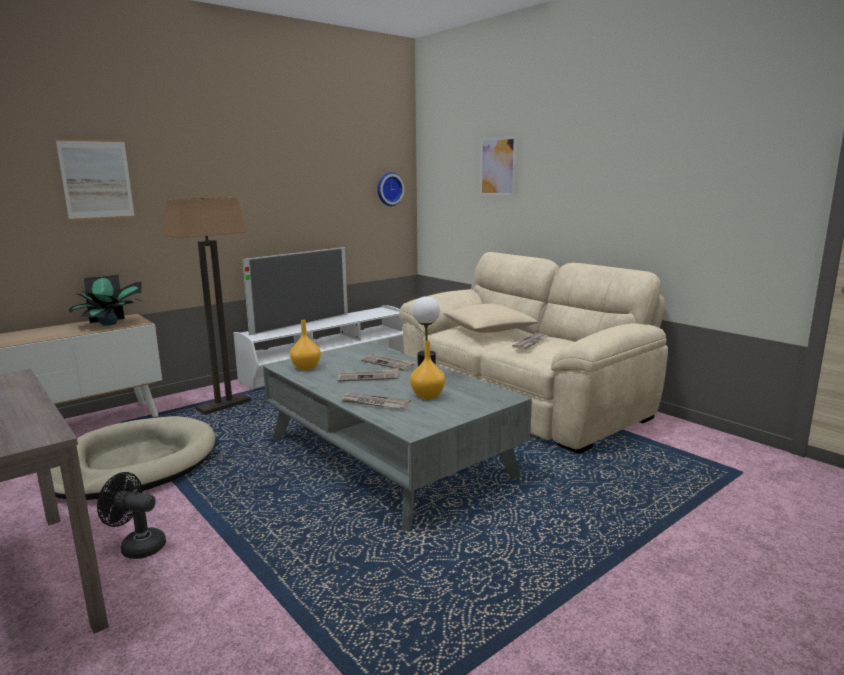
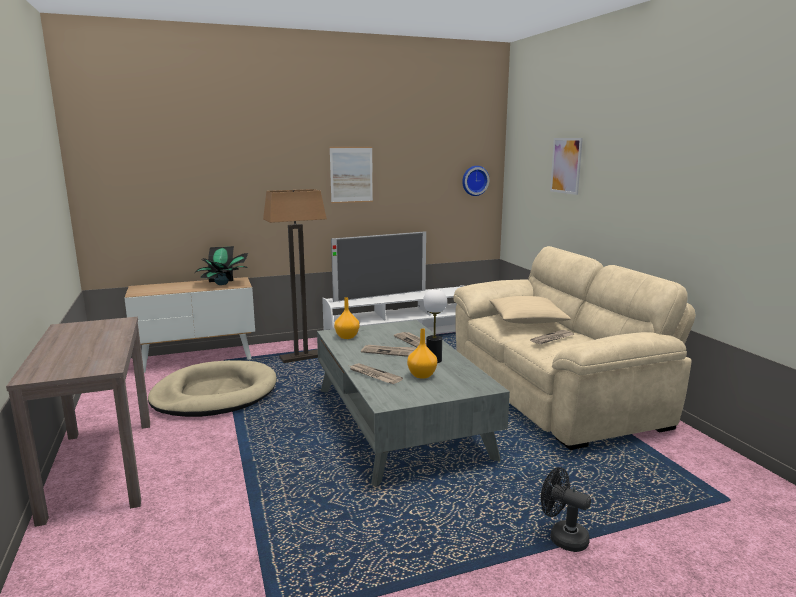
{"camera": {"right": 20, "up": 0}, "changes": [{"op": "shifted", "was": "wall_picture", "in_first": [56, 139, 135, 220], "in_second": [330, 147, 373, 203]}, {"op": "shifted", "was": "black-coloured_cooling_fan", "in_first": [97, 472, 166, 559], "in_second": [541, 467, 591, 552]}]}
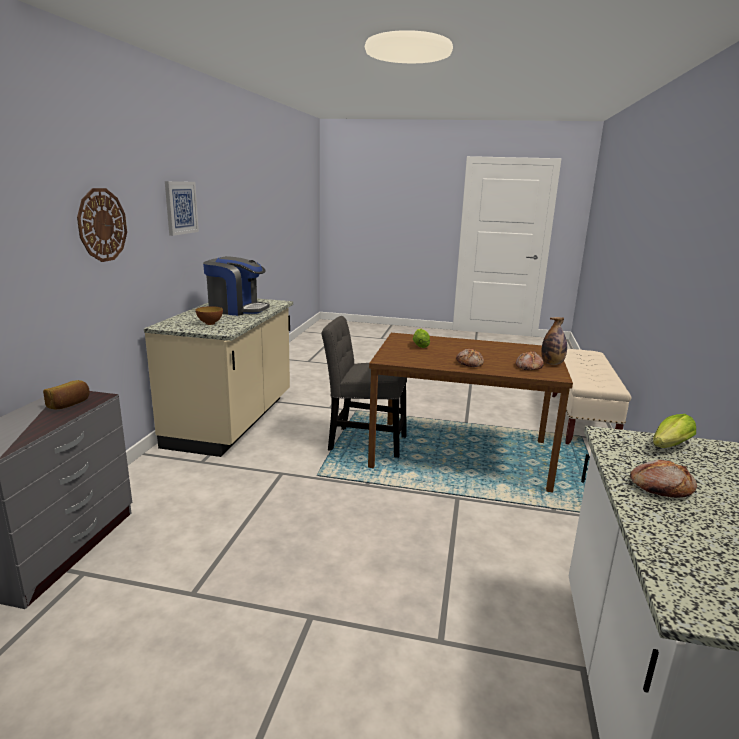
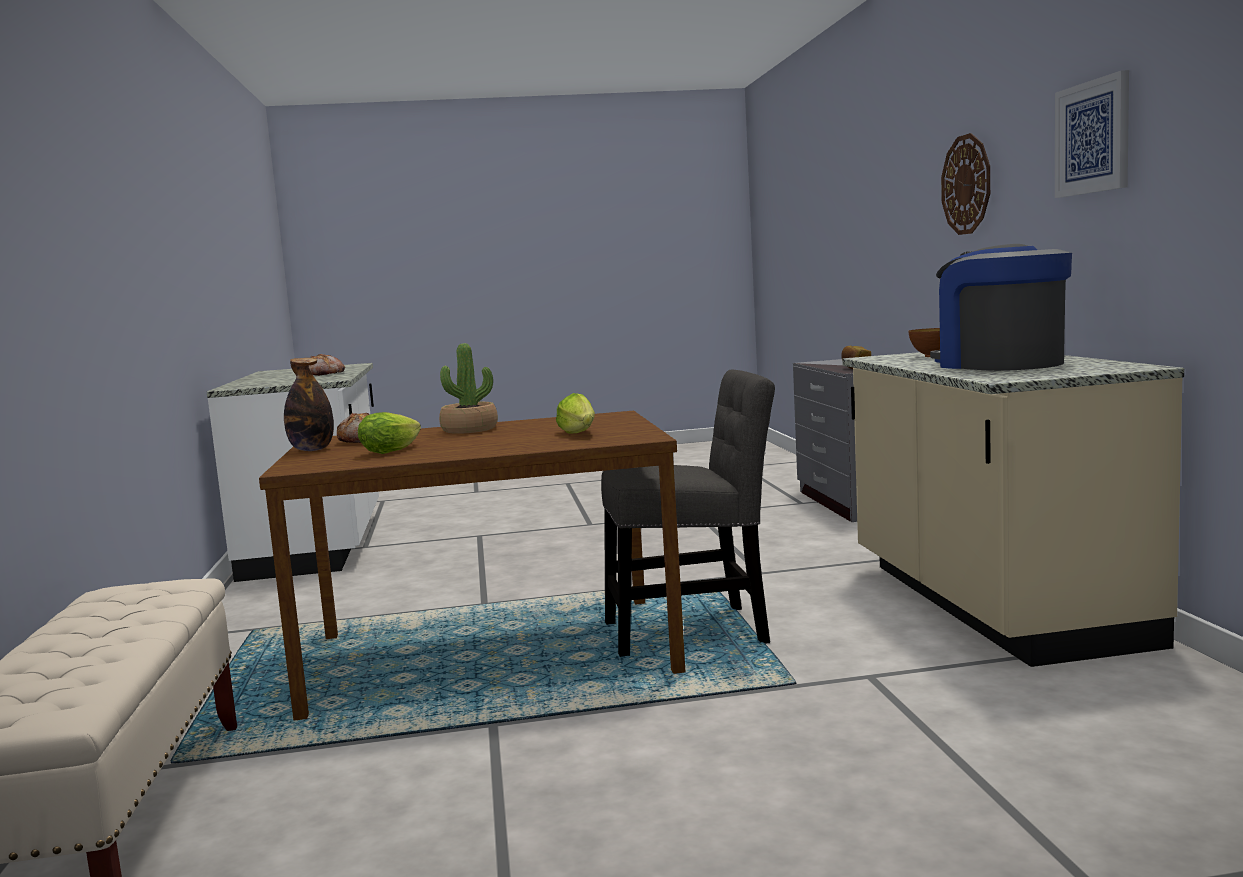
{"camera": {"right": 160, "up": -10}, "changes": [{"op": "shifted", "was": "head_of_lettuce", "in_first": [653, 414, 696, 448], "in_second": [358, 412, 421, 454]}, {"op": "swapped", "was": "bread", "now": "plant_in_a_pot", "in_first": [456, 349, 484, 367], "in_second": [439, 343, 498, 434]}, {"op": "rotated", "was": "coffee_machine", "in_first": [203, 256, 269, 316], "in_second": [930, 244, 1072, 371], "clockwise": 75}]}
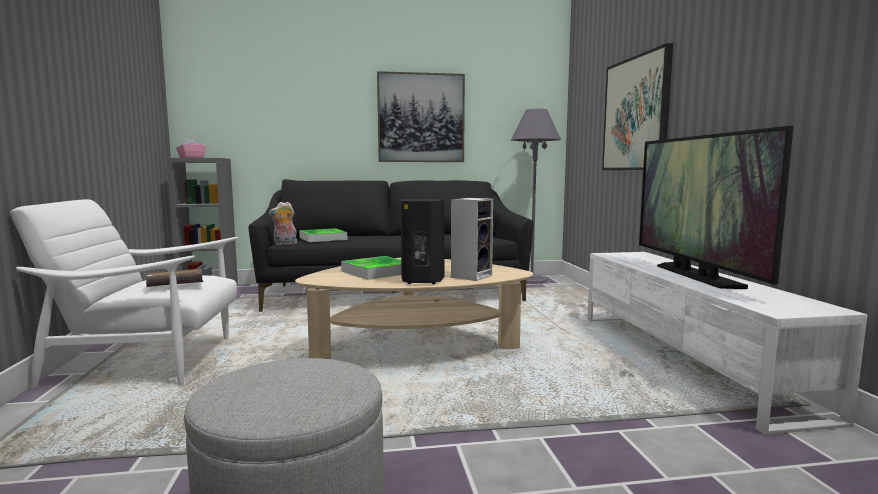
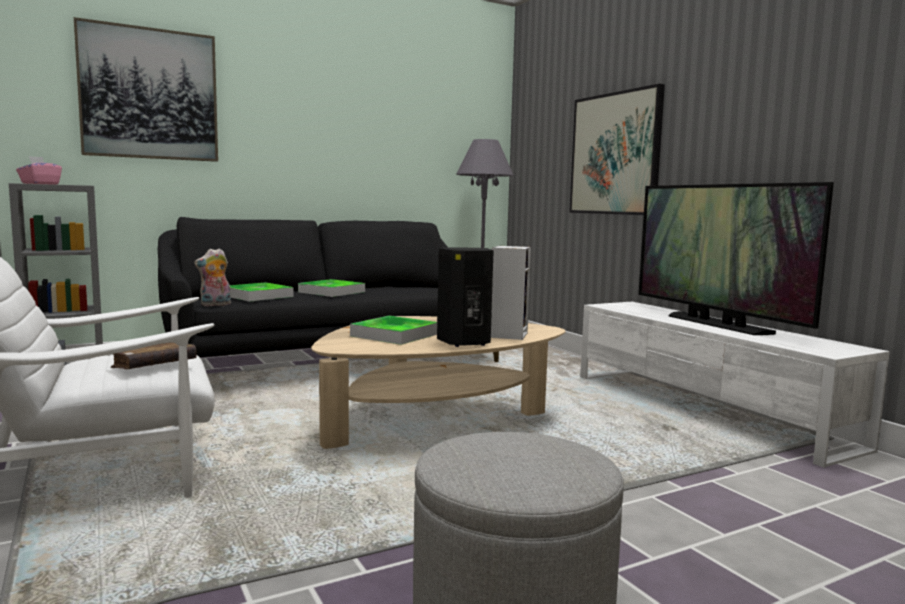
{"camera": {"right": -20, "up": 0}, "changes": [{"op": "shifted", "was": "wall_picture", "in_first": [377, 71, 465, 162], "in_second": [74, 17, 218, 162]}, {"op": "new", "now": "carrying_tray", "in_second": [298, 279, 365, 297]}]}
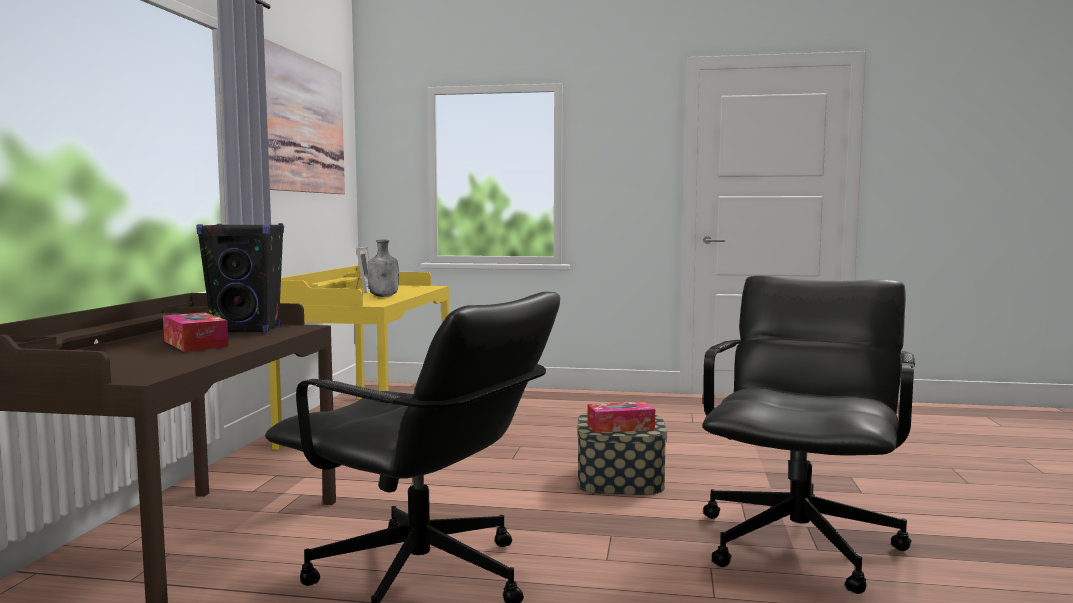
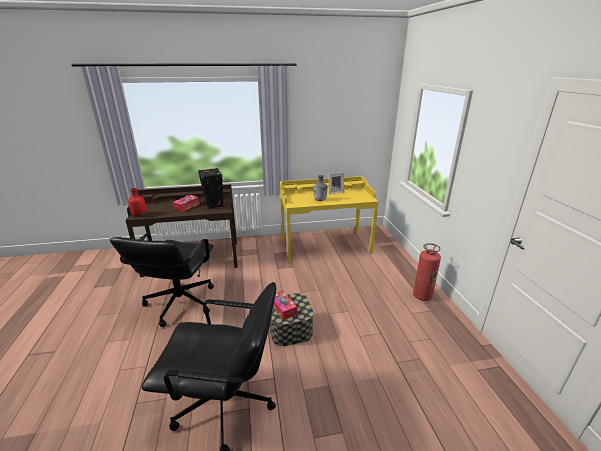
{"camera": {"right": 70, "up": 20}, "changes": [{"op": "new", "now": "red_beverage_bottle", "in_second": [128, 188, 146, 216]}, {"op": "new", "now": "fire-fighting_cylinder", "in_second": [413, 243, 441, 301]}, {"op": "gone", "was": "wall_picture", "in_first": [264, 38, 345, 194]}]}
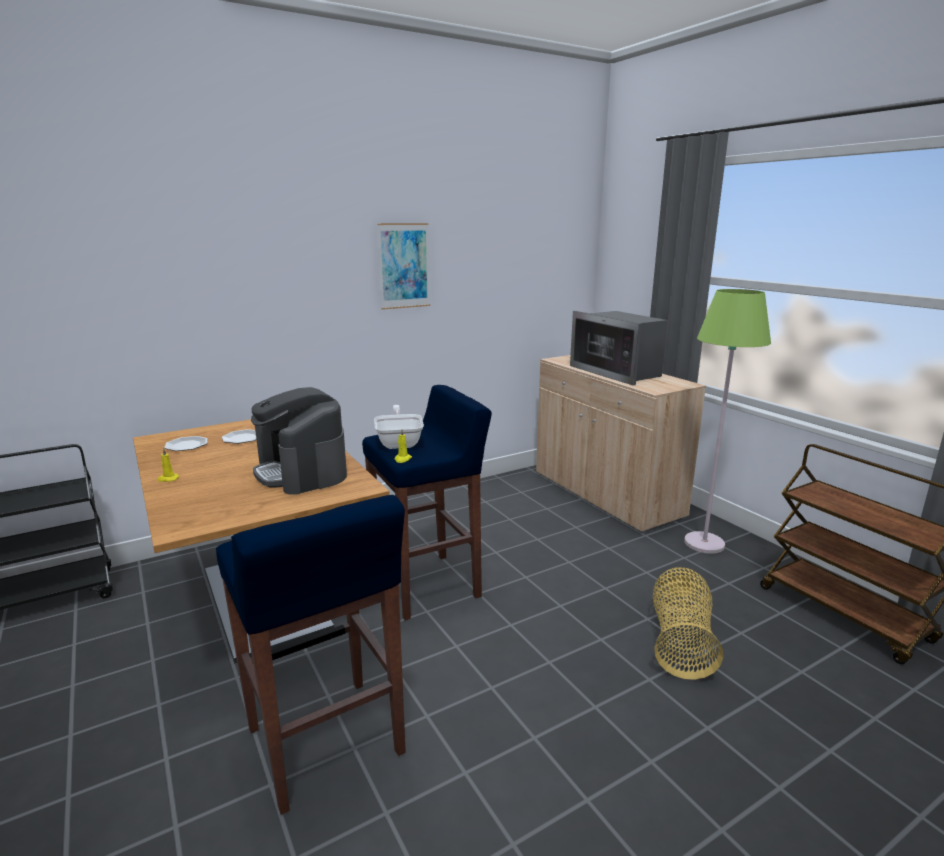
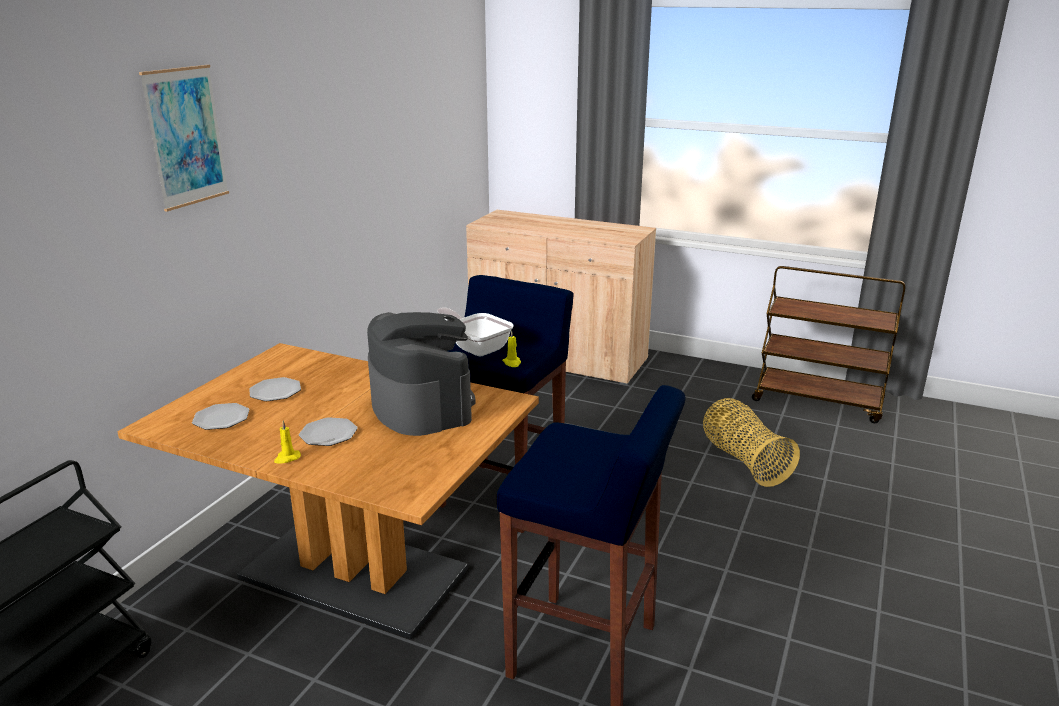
{"camera": {"right": -35, "up": 5}, "changes": [{"op": "shifted", "was": "wall_picture", "in_first": [377, 223, 430, 310], "in_second": [139, 65, 229, 212]}, {"op": "new", "now": "flat_dish", "in_second": [299, 417, 358, 446]}, {"op": "rotated", "was": "coffee_machine", "in_first": [251, 387, 347, 495], "in_second": [367, 312, 476, 436], "clockwise": -135}, {"op": "gone", "was": "kitchen_microwave", "in_first": [570, 311, 668, 386]}, {"op": "gone", "was": "greenish_standing_lamp", "in_first": [684, 289, 771, 554]}]}
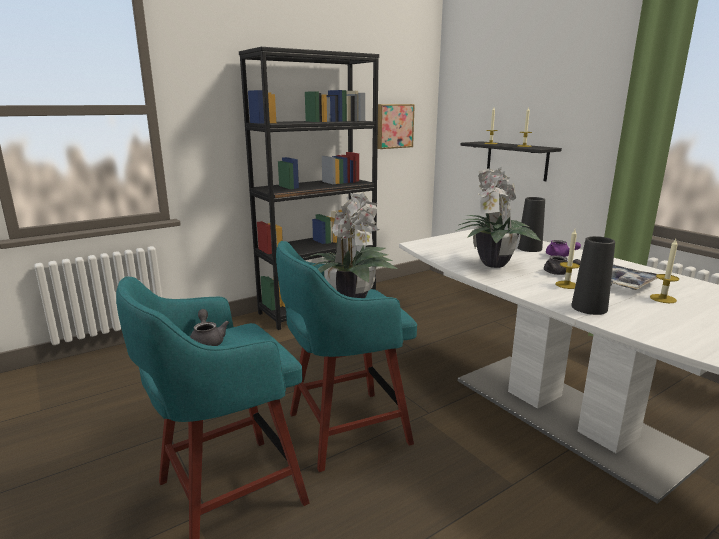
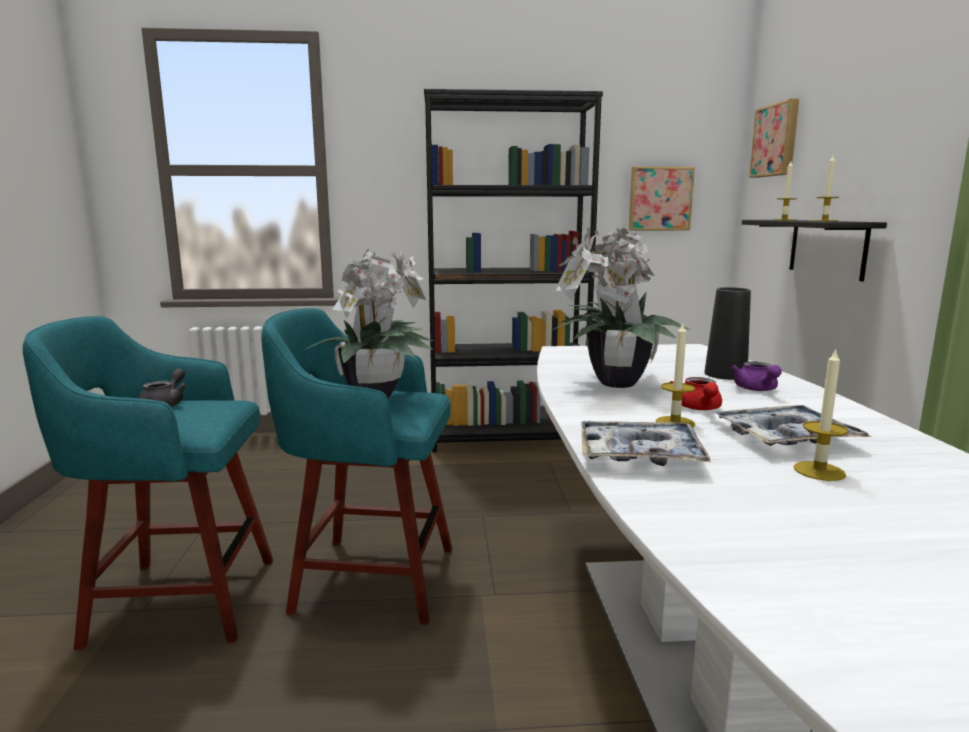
{"camera": {"right": 30, "up": -5}, "changes": [{"op": "swapped", "was": "black-coloured_vase", "now": "carrying_tray", "in_first": [571, 236, 615, 315], "in_second": [581, 421, 711, 466]}, {"op": "repainted", "was": "grey_pot_for_tea", "now": "red_pot_for_tea", "in_first": [544, 255, 581, 275], "in_second": [669, 377, 722, 410]}, {"op": "new", "now": "wall_picture", "in_second": [749, 99, 799, 178]}]}
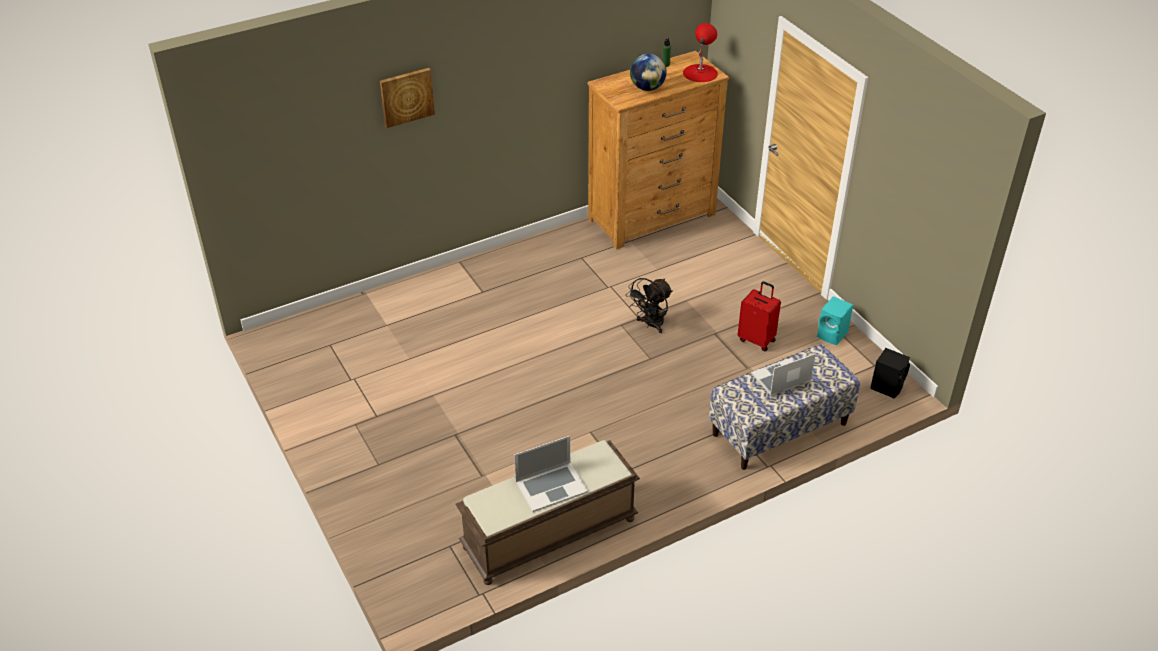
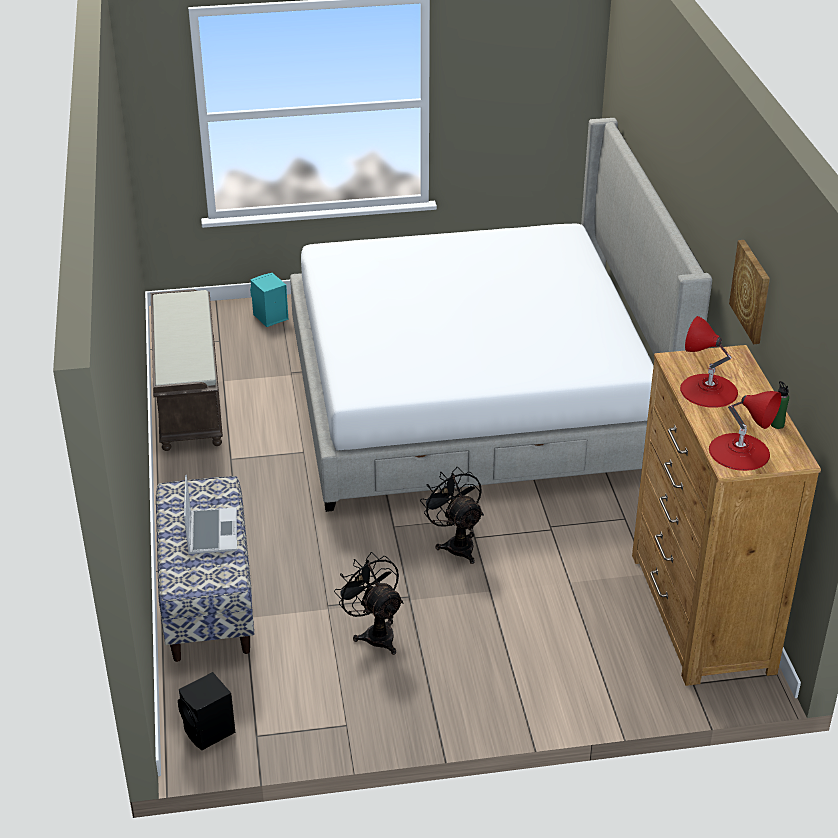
{"camera": {"right": 110, "up": -5}, "changes": [{"op": "shifted", "was": "turquoise_loudspeaker", "in_first": [817, 296, 853, 345], "in_second": [250, 273, 288, 327]}, {"op": "new", "now": "bedroom_bed", "in_second": [290, 118, 712, 512]}, {"op": "swapped", "was": "red_suitcase", "now": "black-coloured_cooling_fan", "in_first": [738, 281, 781, 352], "in_second": [334, 552, 404, 655]}, {"op": "swapped", "was": "desk_globe", "now": "red_tabletop_lamp", "in_first": [630, 53, 667, 91], "in_second": [680, 316, 738, 408]}, {"op": "shifted", "was": "wall_picture", "in_first": [380, 68, 435, 128], "in_second": [729, 240, 770, 344]}, {"op": "gone", "was": "notebook_computer", "in_first": [514, 436, 588, 512]}]}
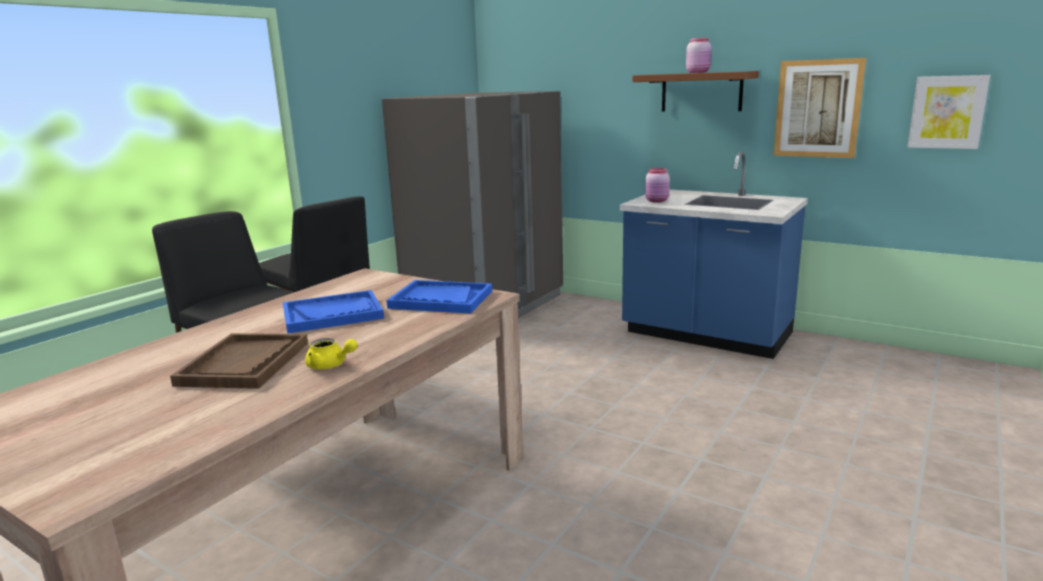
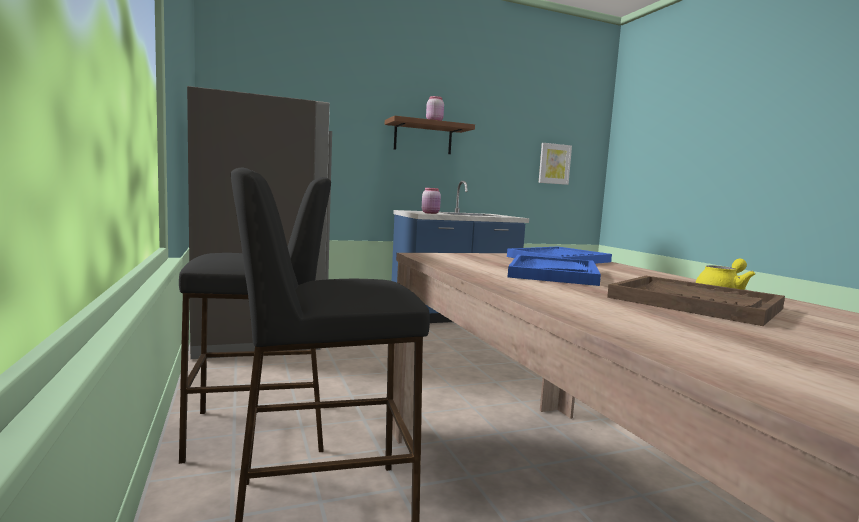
{"camera": {"right": -55, "up": -10}, "changes": [{"op": "gone", "was": "wall_picture", "in_first": [773, 58, 866, 158]}]}
